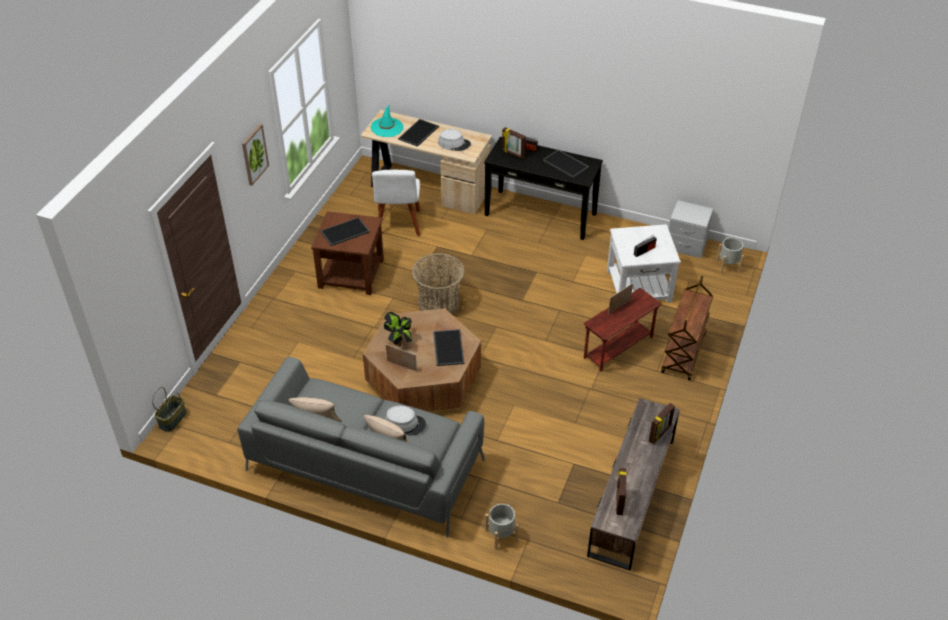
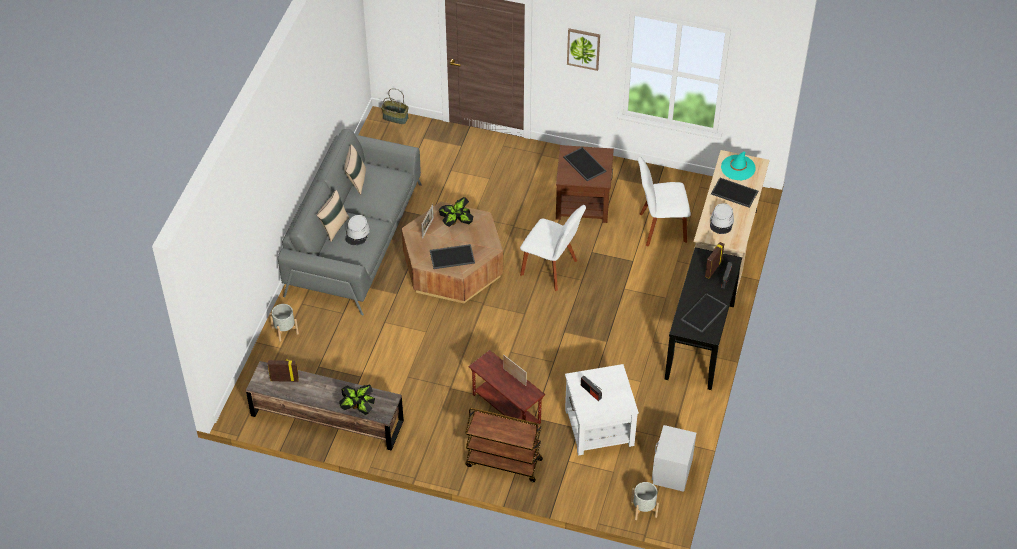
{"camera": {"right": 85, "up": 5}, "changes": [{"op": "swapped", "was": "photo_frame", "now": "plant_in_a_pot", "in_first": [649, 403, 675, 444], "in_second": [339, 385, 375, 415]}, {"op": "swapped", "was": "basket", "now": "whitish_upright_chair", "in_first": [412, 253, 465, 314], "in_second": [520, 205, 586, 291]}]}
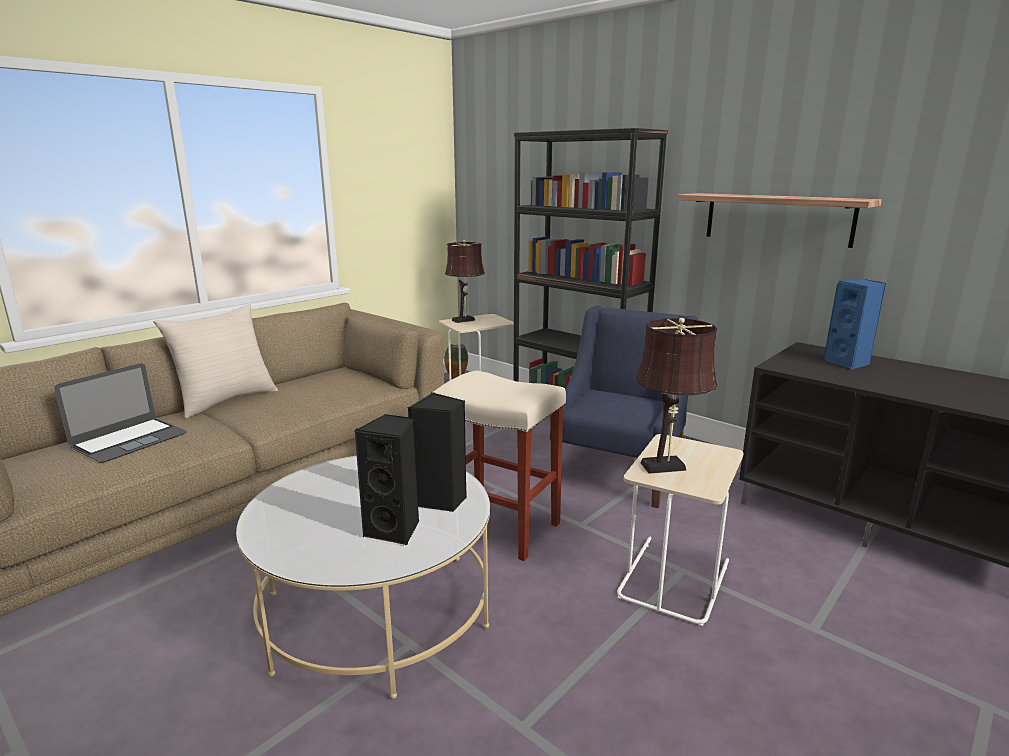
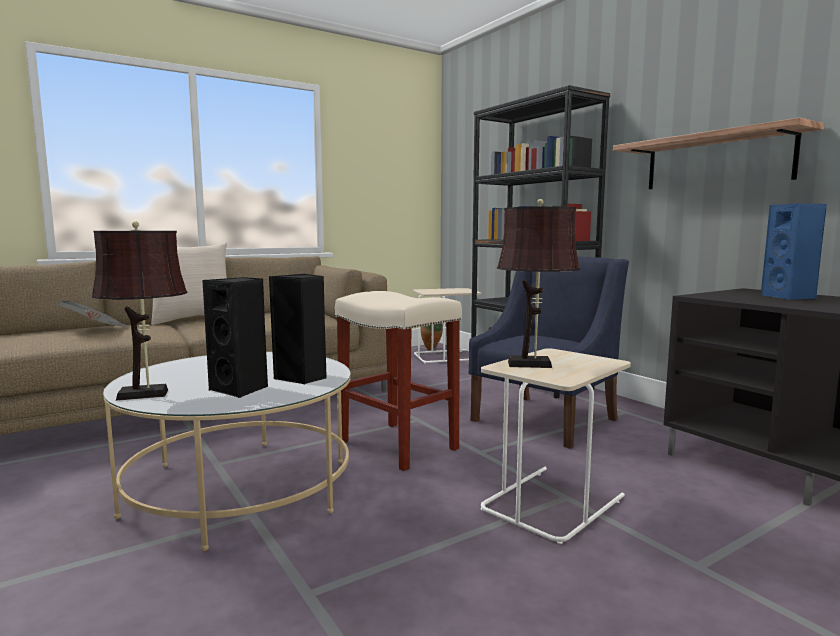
{"camera": {"right": 15, "up": -10}, "changes": [{"op": "swapped", "was": "notebook_computer", "now": "daily_paper", "in_first": [54, 363, 187, 463], "in_second": [58, 300, 129, 327]}, {"op": "shifted", "was": "brownish_tabletop_lamp", "in_first": [445, 240, 485, 323], "in_second": [92, 222, 188, 401]}]}
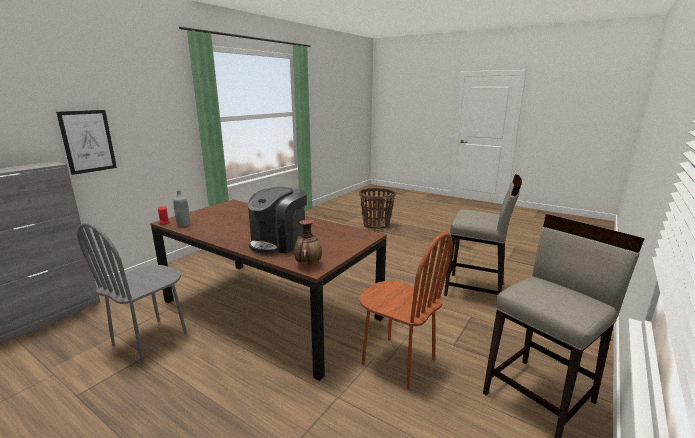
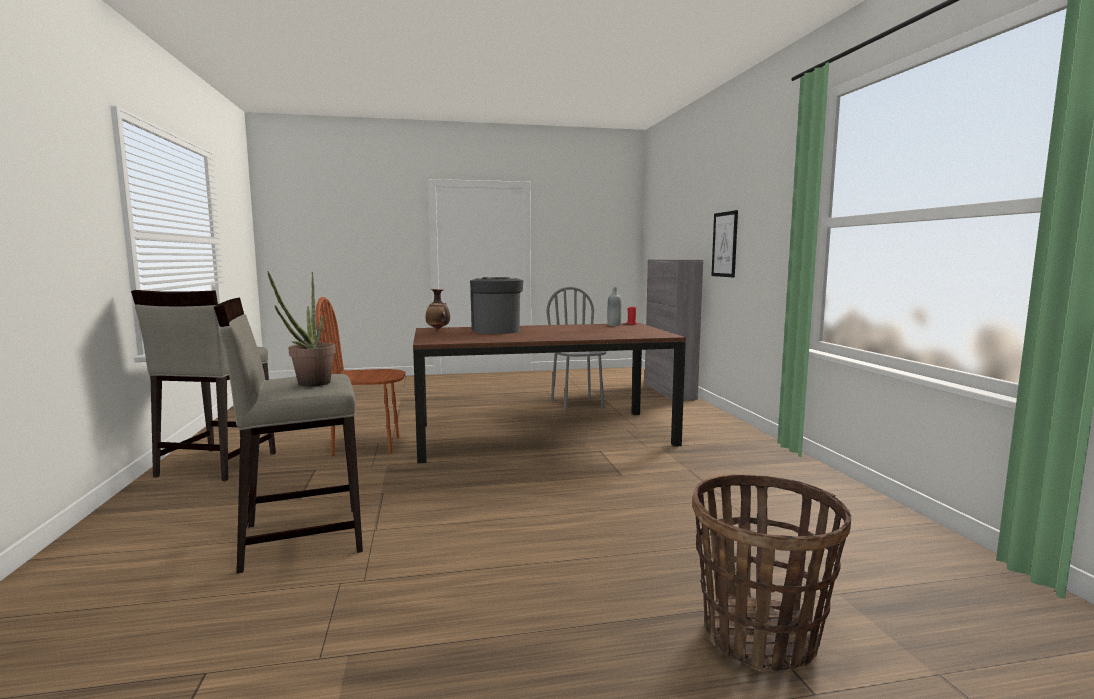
{"camera": {"right": 135, "up": -10}, "changes": [{"op": "new", "now": "plant_in_a_pot", "in_second": [267, 271, 336, 387]}]}
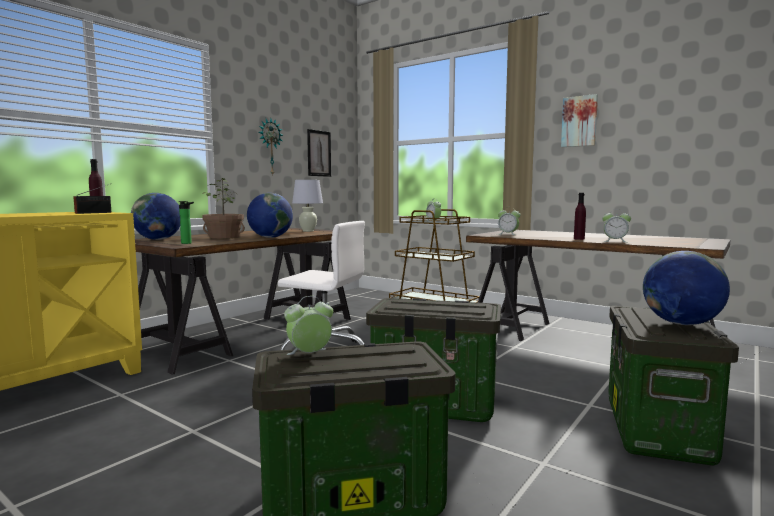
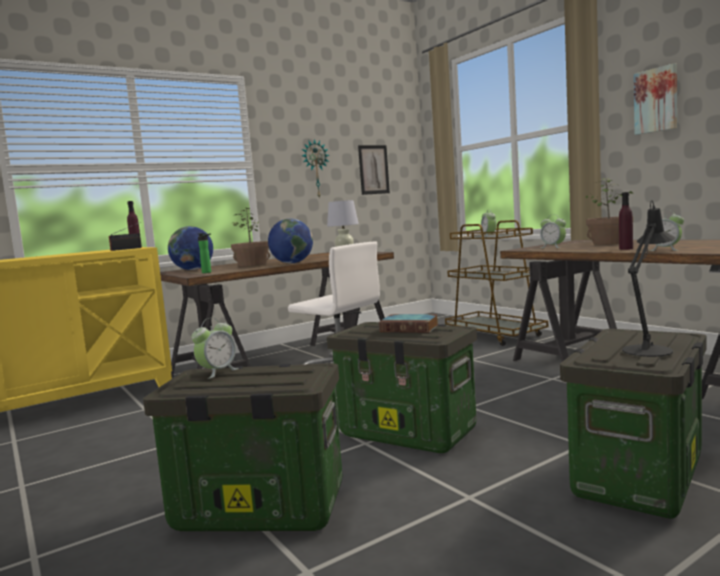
{"camera": {"right": 20, "up": 0}, "changes": [{"op": "rotated", "was": "alarm_clock", "in_first": [284, 296, 333, 355], "in_second": [192, 318, 239, 379], "clockwise": 135}, {"op": "new", "now": "volume", "in_second": [378, 314, 438, 333]}, {"op": "new", "now": "plant_in_a_pot", "in_second": [586, 178, 634, 245]}, {"op": "swapped", "was": "desk_globe", "now": "black-coloured_tabletop_lamp", "in_first": [643, 251, 730, 325], "in_second": [622, 200, 676, 357]}]}
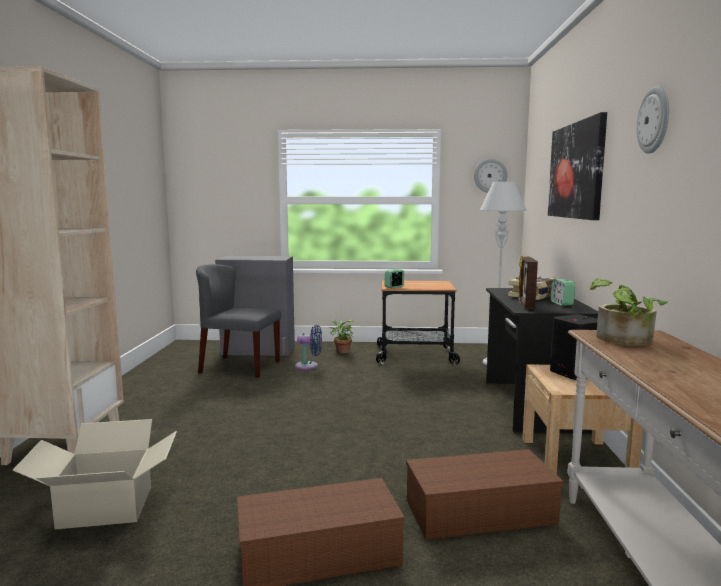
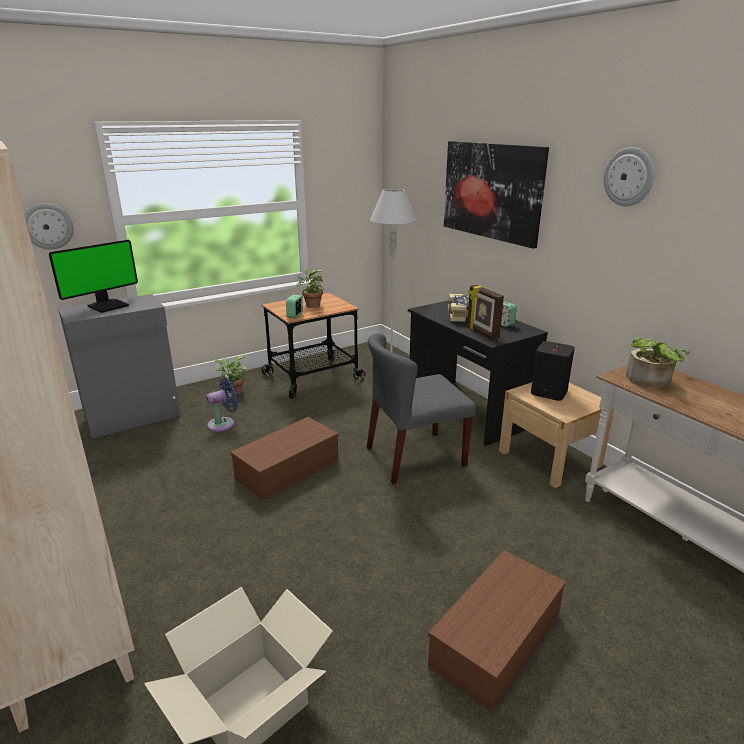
{"camera": {"right": -35, "up": 15}, "changes": [{"op": "shifted", "was": "wall_clock", "in_first": [474, 159, 507, 193], "in_second": [24, 203, 74, 249]}, {"op": "new", "now": "monitor", "in_second": [49, 240, 138, 313]}, {"op": "shifted", "was": "brownish_storage_container", "in_first": [406, 449, 563, 540], "in_second": [230, 417, 339, 500]}, {"op": "new", "now": "plant_in_a_pot", "in_second": [296, 268, 323, 308]}, {"op": "shifted", "was": "grey_upright_chair", "in_first": [196, 264, 281, 378], "in_second": [367, 333, 476, 484]}]}
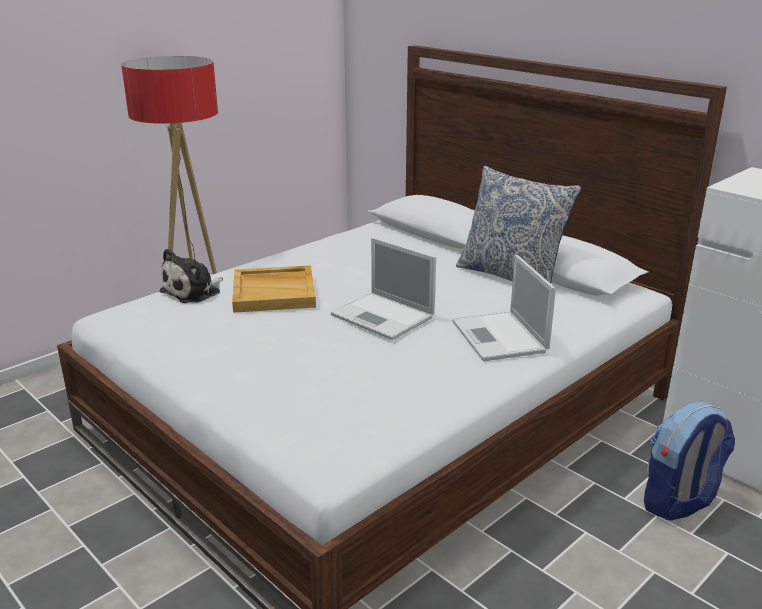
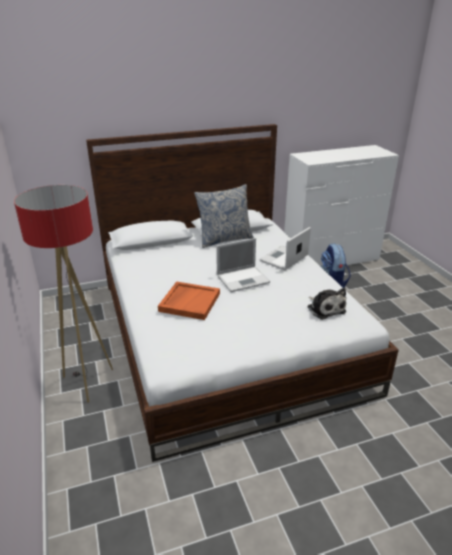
{"camera": {"right": -65, "up": 5}, "changes": [{"op": "repainted", "was": "sand-coloured_carrying_tray", "now": "orangey_carrying_tray", "in_first": [232, 265, 316, 313], "in_second": [158, 281, 220, 320]}, {"op": "rotated", "was": "notebook_computer", "in_first": [452, 255, 556, 361], "in_second": [259, 227, 311, 270], "clockwise": 120}, {"op": "shifted", "was": "plush_toy", "in_first": [159, 249, 223, 303], "in_second": [308, 288, 346, 320]}]}
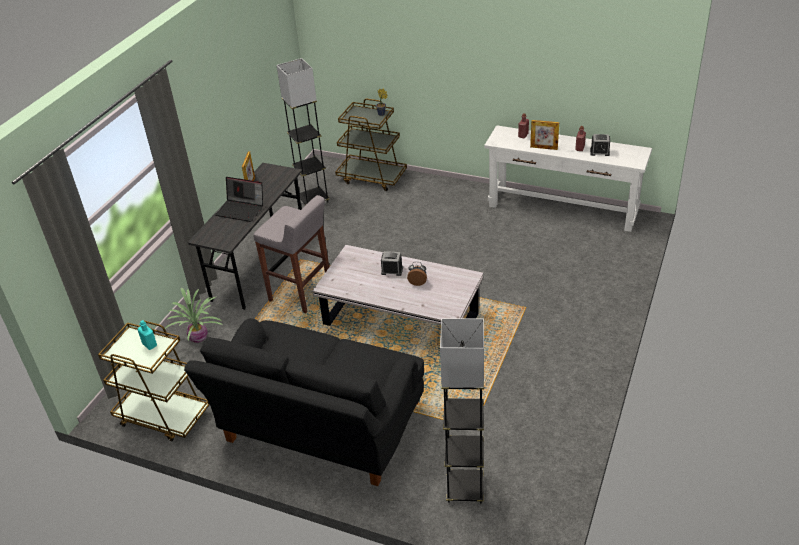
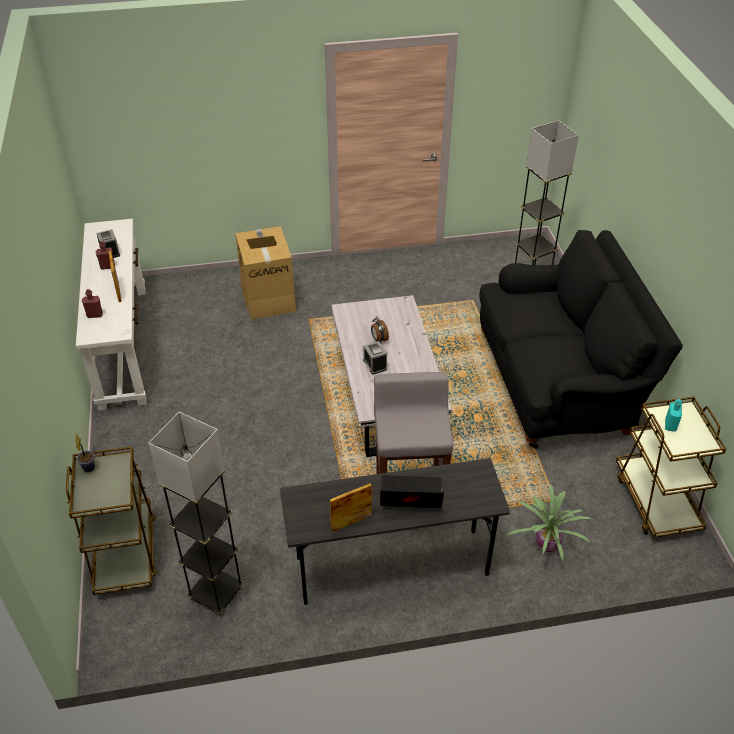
{"camera": {"right": -125, "up": 5}, "changes": [{"op": "new", "now": "cardboard_box", "in_second": [235, 226, 297, 320]}, {"op": "rotated", "was": "notebook_computer", "in_first": [215, 177, 263, 222], "in_second": [380, 475, 444, 508], "clockwise": -75}]}
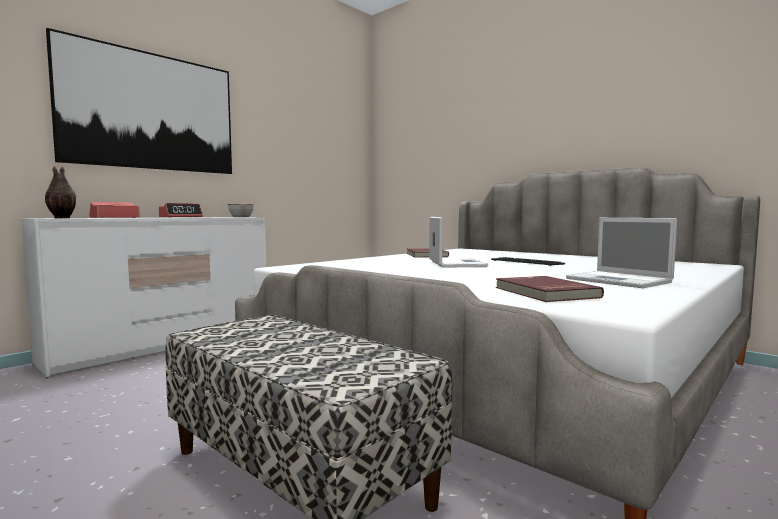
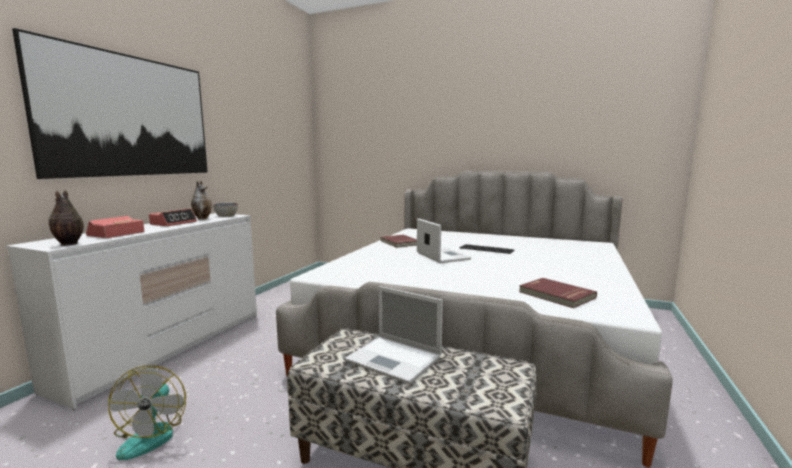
{"camera": {"right": -20, "up": 5}, "changes": [{"op": "new", "now": "cooling_fan", "in_second": [108, 365, 186, 460]}, {"op": "new", "now": "vase", "in_second": [191, 181, 212, 220]}, {"op": "shifted", "was": "notebook_computer", "in_first": [566, 218, 677, 288], "in_second": [344, 286, 443, 384]}]}
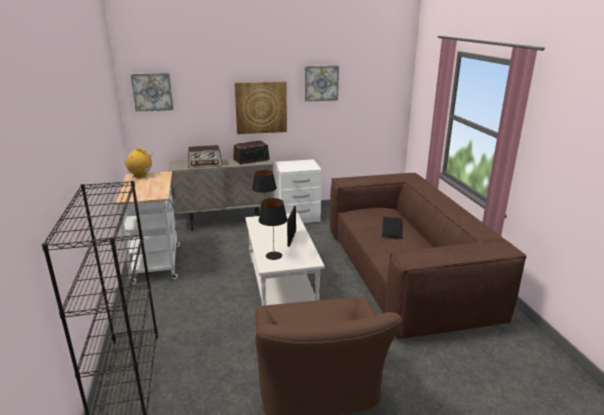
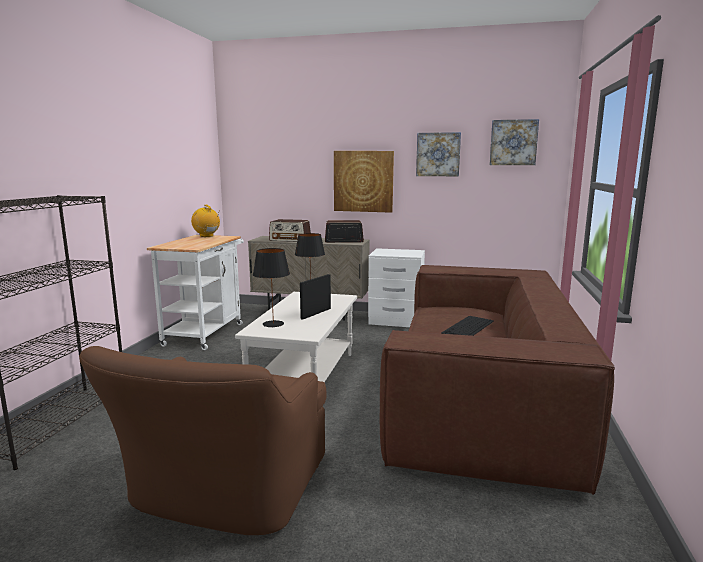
{"camera": {"right": 25, "up": -10}, "changes": [{"op": "shifted", "was": "wall_picture", "in_first": [130, 73, 173, 112], "in_second": [490, 119, 539, 165]}]}
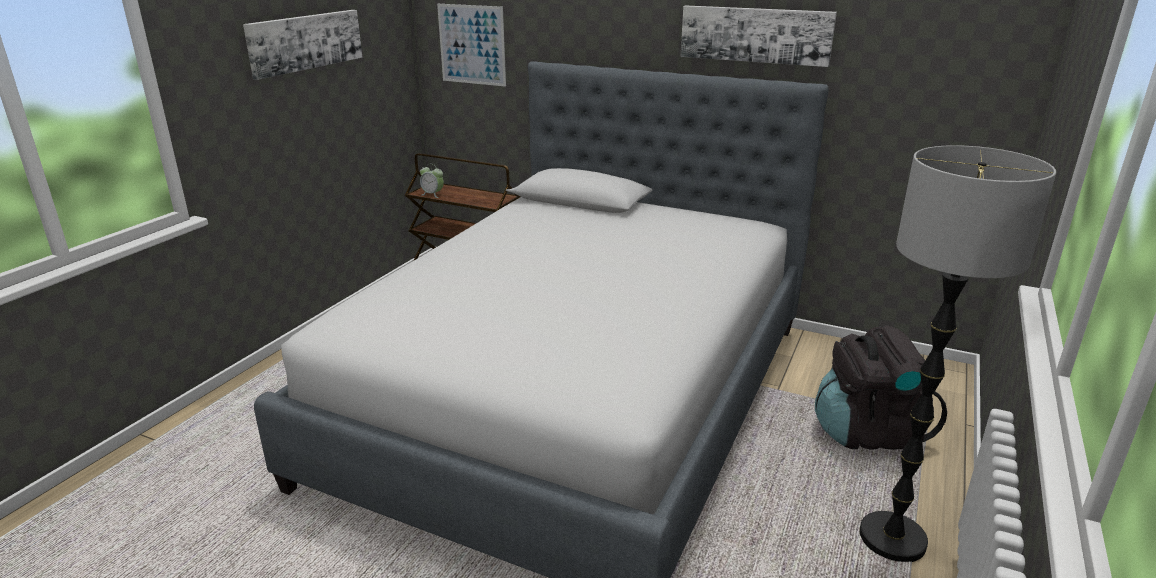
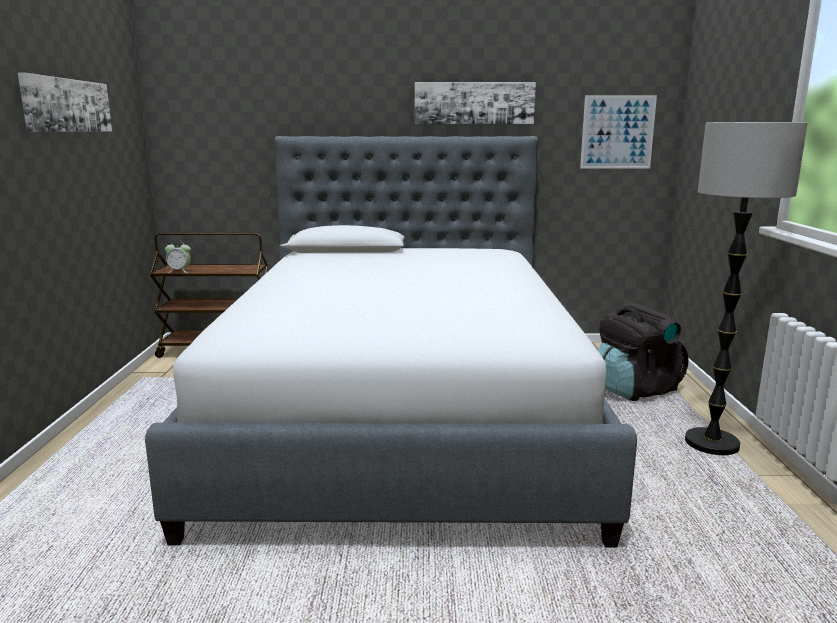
{"camera": {"right": -25, "up": -10}, "changes": [{"op": "shifted", "was": "wall_picture", "in_first": [437, 4, 506, 87], "in_second": [580, 95, 657, 169]}]}
